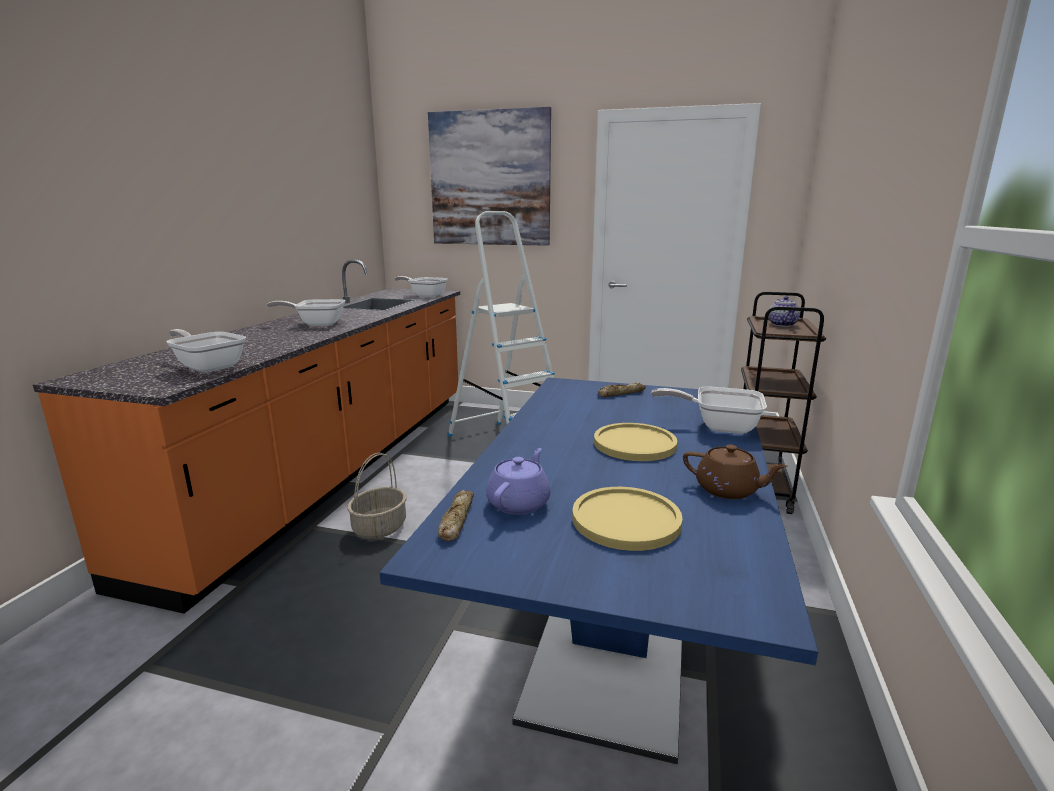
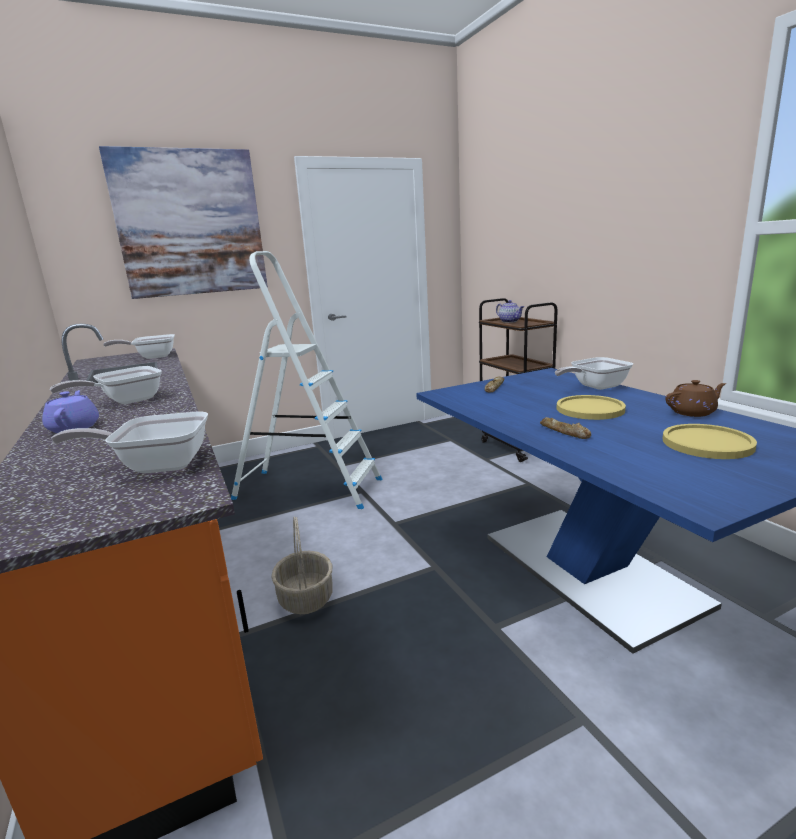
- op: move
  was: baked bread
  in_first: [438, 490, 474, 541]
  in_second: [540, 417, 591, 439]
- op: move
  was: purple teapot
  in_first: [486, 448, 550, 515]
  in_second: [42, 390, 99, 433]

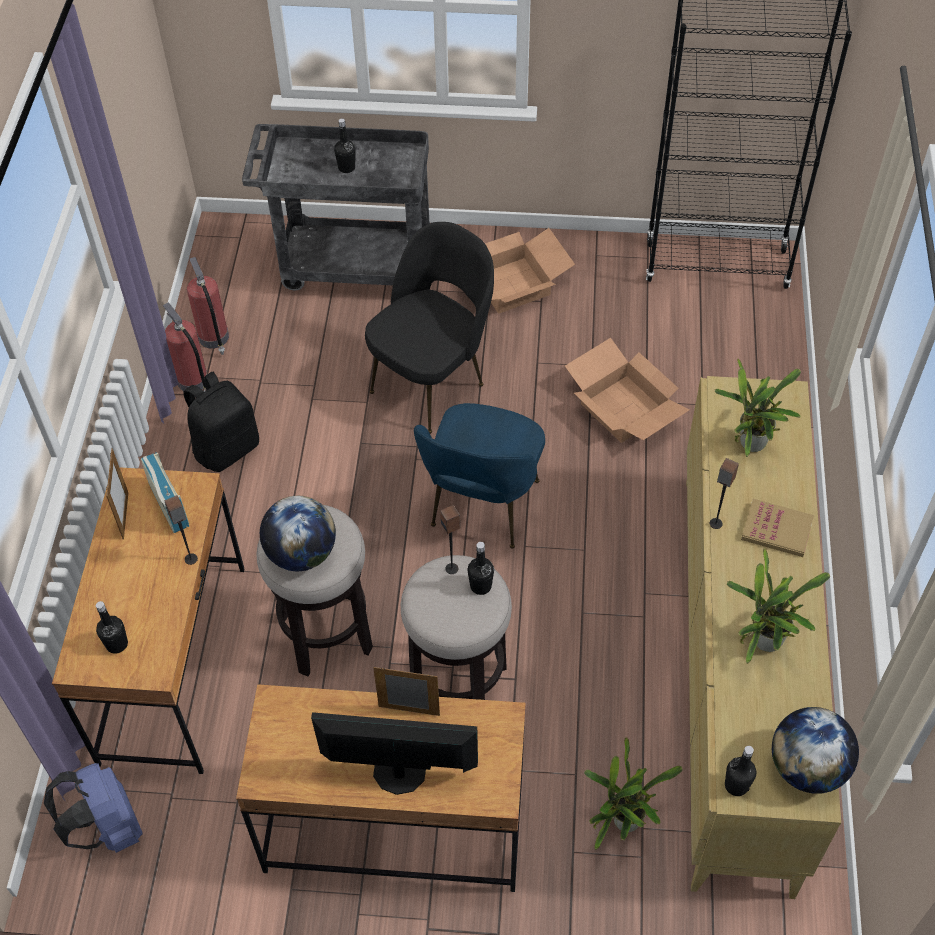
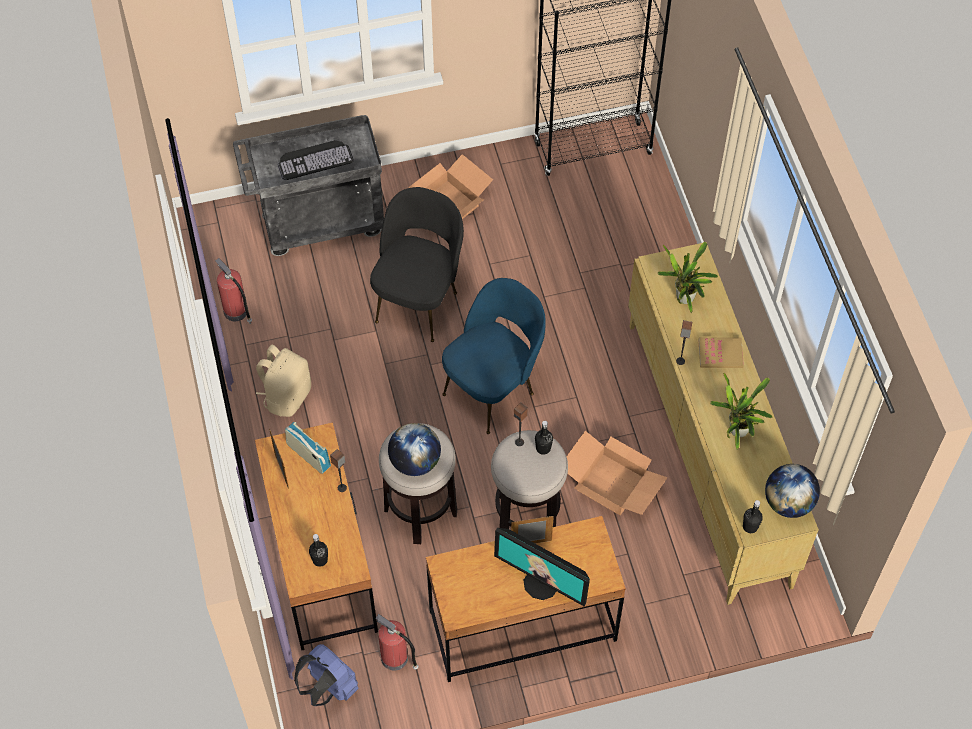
- op: move
  was: fire extinguisher
  in_first: [163, 302, 207, 392]
  in_second: [375, 614, 418, 671]
- op: recolor
  was: black-coloured rucksack
  now: sand-coloured rucksack
  in_first: [183, 372, 259, 472]
  in_second: [256, 345, 311, 417]
- op: rotate
  was: monitor
  in_first: [311, 712, 478, 795]
  in_second: [494, 528, 590, 606]
  clockwise: -135
- op: replace
  was: black-coloured bottle
  now: keyboard
  in_first: [334, 119, 355, 173]
  in_second: [278, 140, 354, 180]
- op: rotate
  was: bluish plain chair
  in_first: [414, 403, 545, 549]
  in_second: [442, 278, 546, 434]
  clockwise: -135
- op: move
  was: cardboard box
  in_first: [565, 338, 690, 443]
  in_second: [566, 431, 668, 515]
- op: delete
  was: potted plant
  in_first: [584, 737, 683, 850]

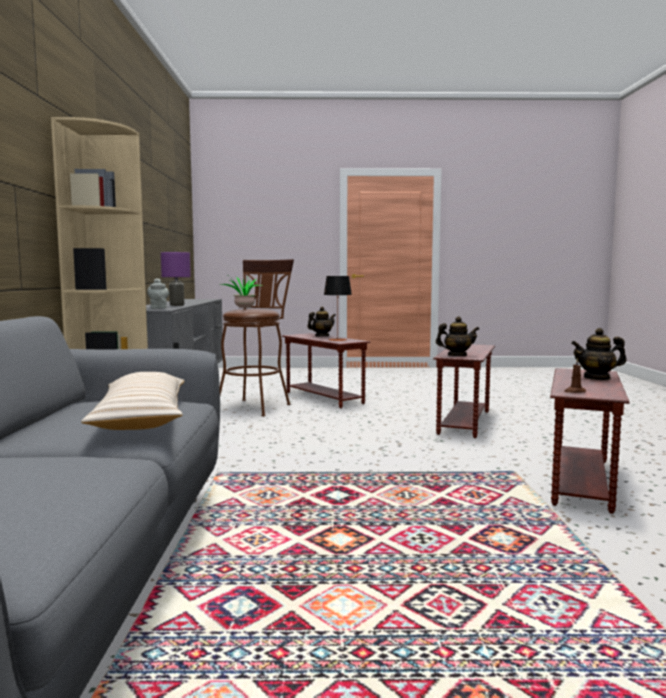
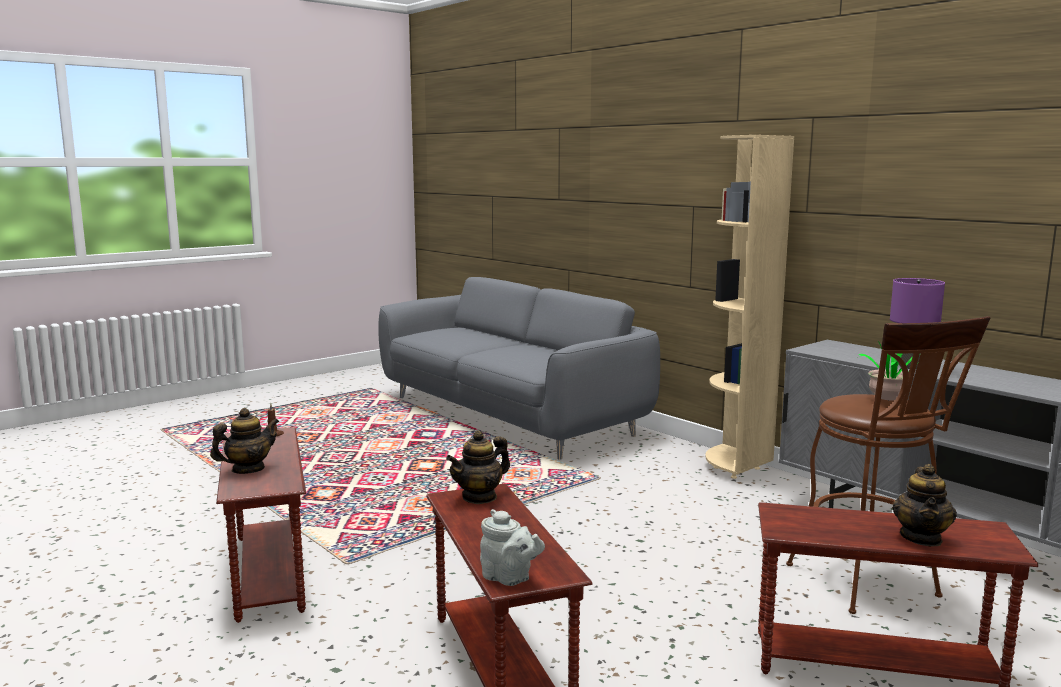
- op: delete
  was: sand-coloured pillow
  in_first: [81, 372, 184, 430]
- op: move
  was: grey teapot
  in_first: [147, 278, 169, 309]
  in_second: [480, 509, 545, 586]
- op: delete
  was: table lamp
  in_first: [324, 276, 352, 341]

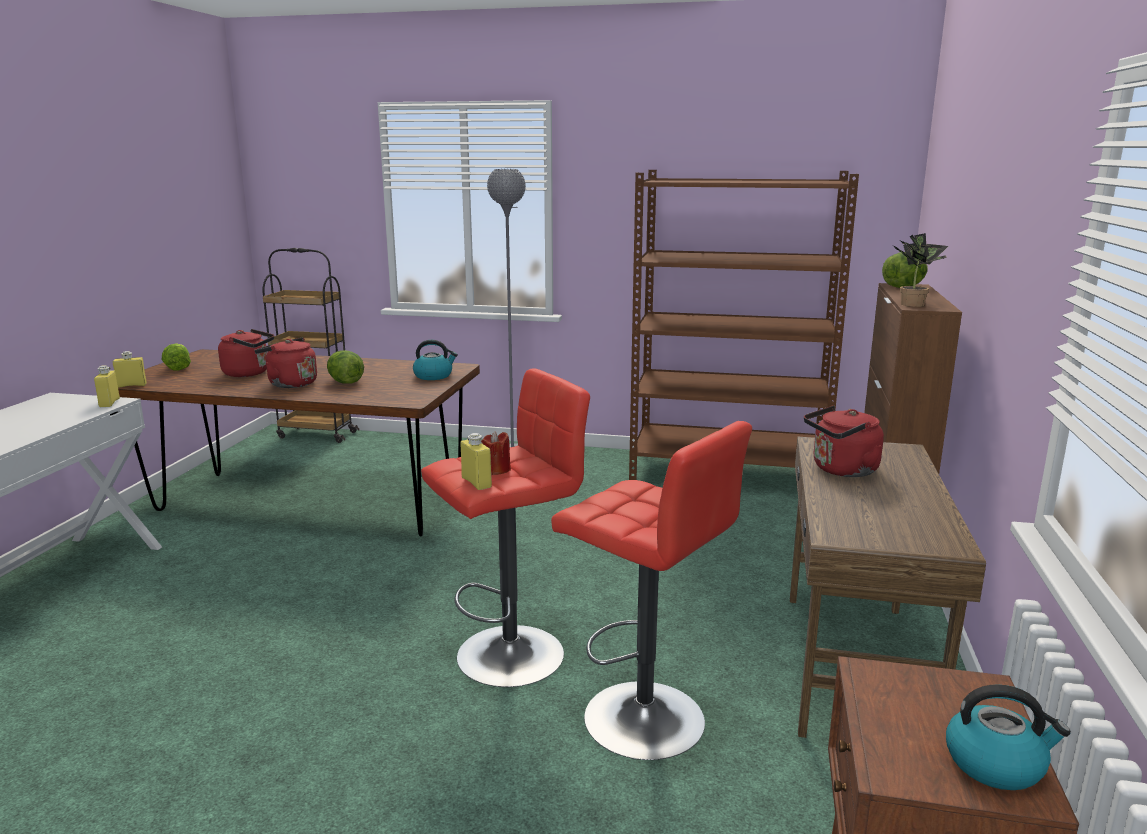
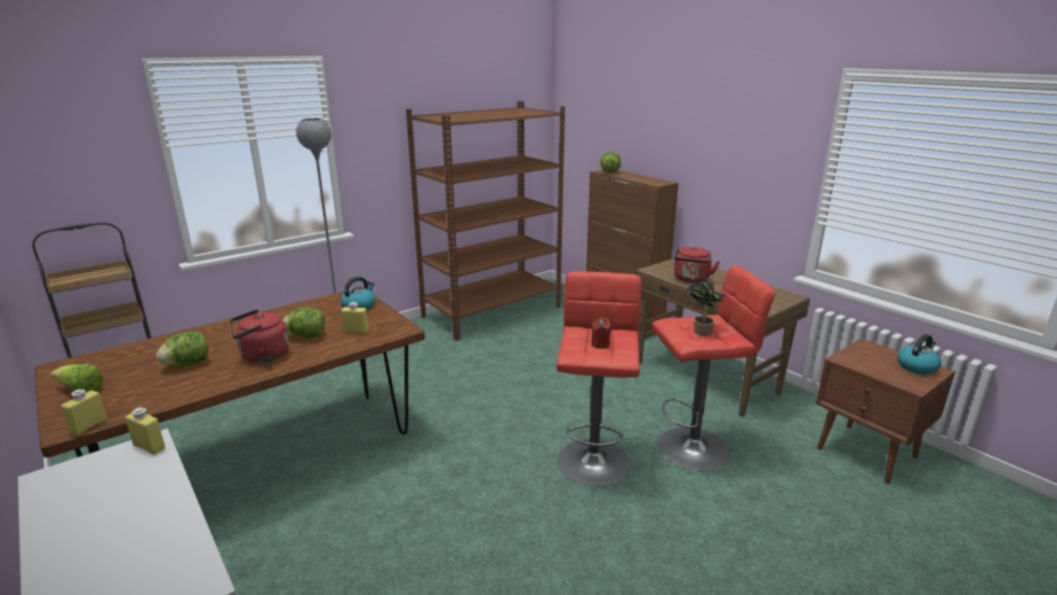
- op: replace
  was: red water kettle
  now: lettuce head
  in_first: [218, 329, 274, 377]
  in_second: [156, 331, 209, 367]
- op: move
  was: yellow bottle
  in_first: [461, 433, 492, 490]
  in_second: [341, 302, 369, 334]
- op: move
  was: potted plant
  in_first: [894, 233, 948, 307]
  in_second: [687, 280, 726, 336]

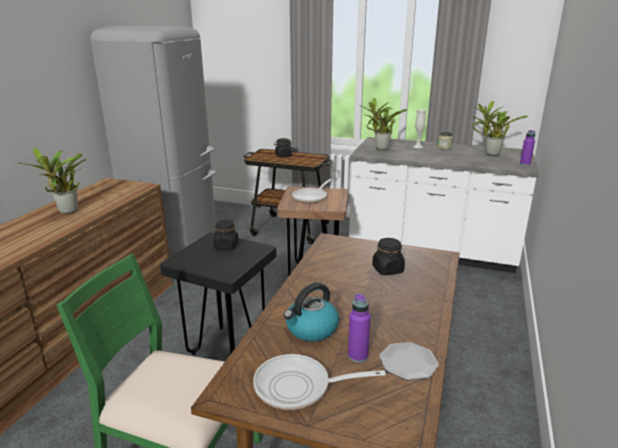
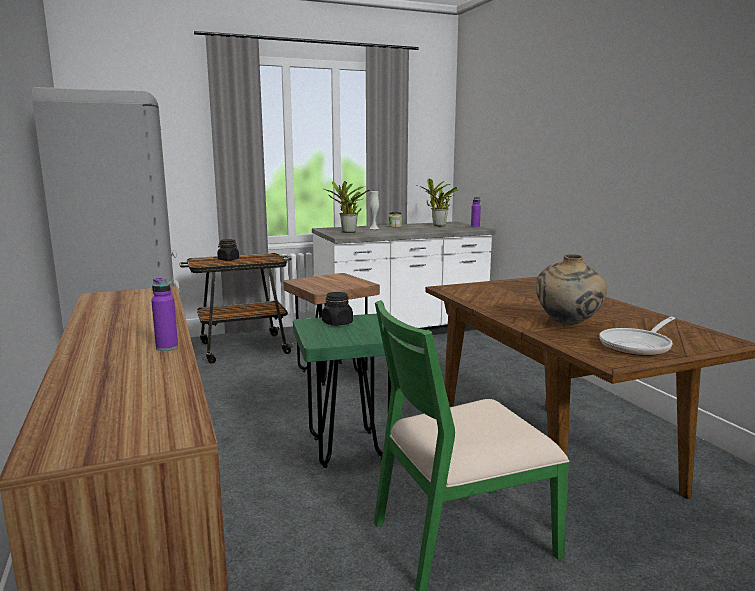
- op: delete
  was: potted plant
  in_first: [18, 148, 86, 214]
- op: recolor
  was: black-coloured stool
  now: greenish stool
  in_first: [160, 232, 276, 355]
  in_second: [293, 314, 408, 468]
- op: replace
  was: water kettle
  now: sand-coloured flower vase
  in_first: [284, 283, 339, 341]
  in_second: [536, 254, 607, 325]
- op: delete
  was: frying pan
  in_first: [292, 179, 332, 203]
- op: move
  was: purple bottle
  in_first: [348, 294, 371, 363]
  in_second: [151, 278, 178, 351]
- op: delete
  was: black-coloured jar
  in_first: [372, 238, 405, 275]
- op: delete
  was: dinner plate
  in_first: [379, 342, 439, 380]

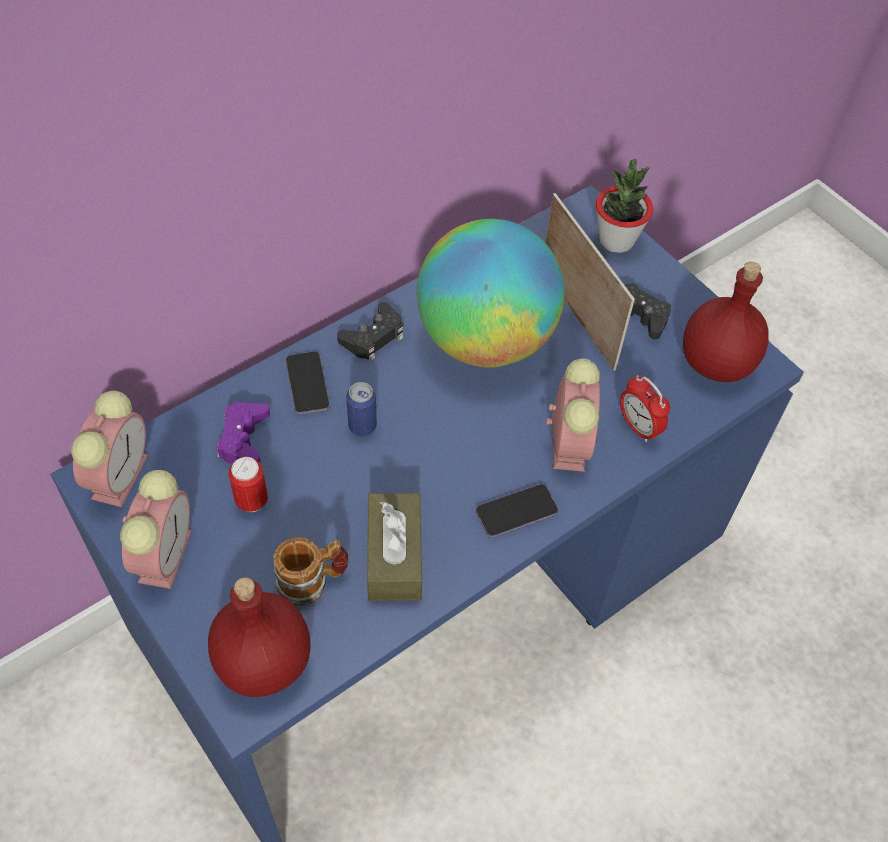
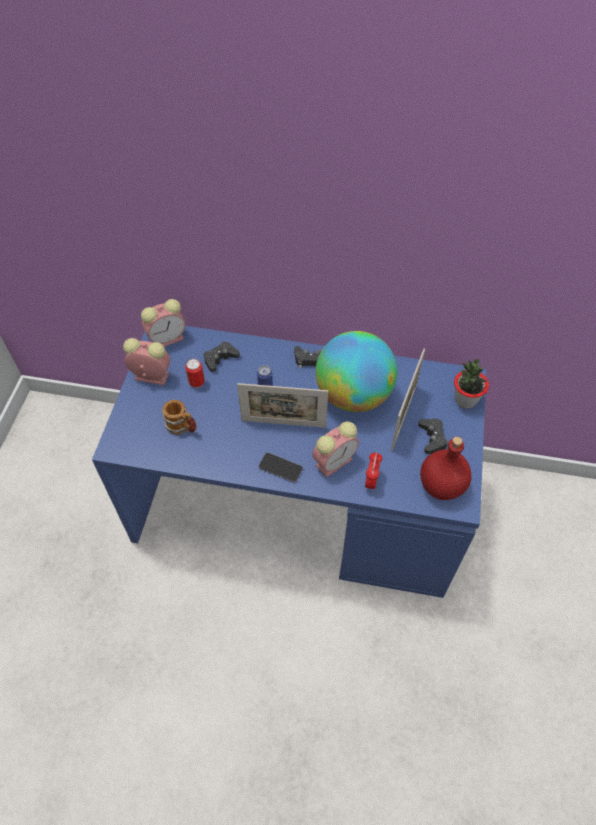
- op: rotate
  was: table clock
  in_first: [120, 470, 192, 589]
  in_second: [123, 338, 170, 385]
  clockwise: -135
- op: delete
  was: red bottle
  in_first: [208, 577, 311, 697]
- op: recolor
  was: purple game controller
  now: black-coloured game controller
  in_first: [216, 402, 270, 464]
  in_second: [204, 341, 240, 372]
- op: delete
  was: handset
  in_first: [286, 351, 330, 414]
- op: delete
  was: brown tissue box
  in_first: [367, 493, 422, 601]
- op: insert
  now: photo frame
  in_second: [237, 383, 328, 428]

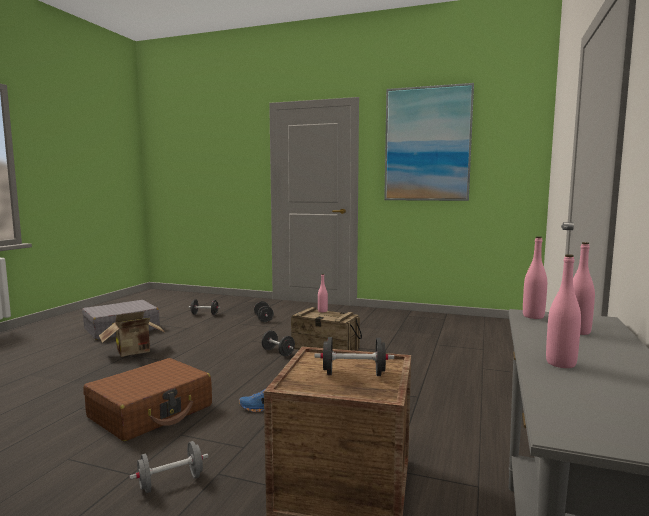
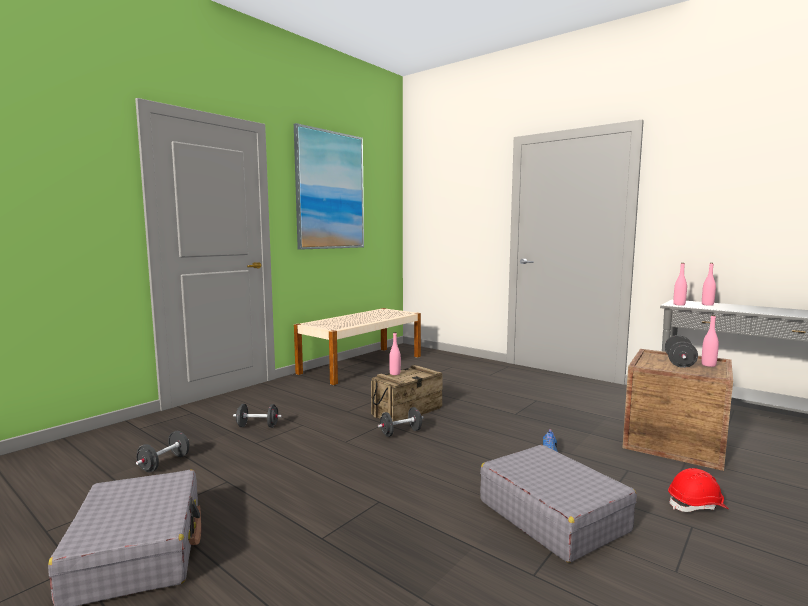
- op: recolor
  was: brown suitcase
  now: grey suitcase
  in_first: [83, 358, 212, 441]
  in_second: [480, 445, 637, 563]
- op: delete
  was: cardboard box
  in_first: [99, 311, 166, 357]
- op: replace
  was: grey free weight
  now: red safety helmet
  in_first: [130, 441, 208, 493]
  in_second: [668, 468, 729, 512]
- op: move
  was: pink bottle
  in_first: [546, 254, 581, 368]
  in_second: [701, 315, 719, 367]
- op: insert
  now: sand-coloured indoor bench
  in_second: [294, 308, 421, 385]

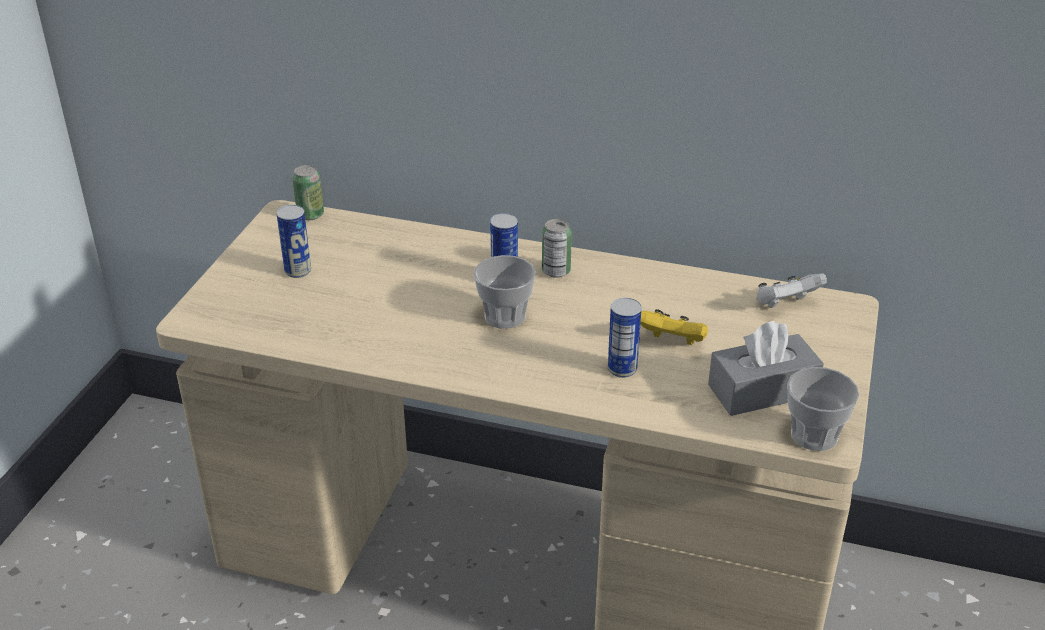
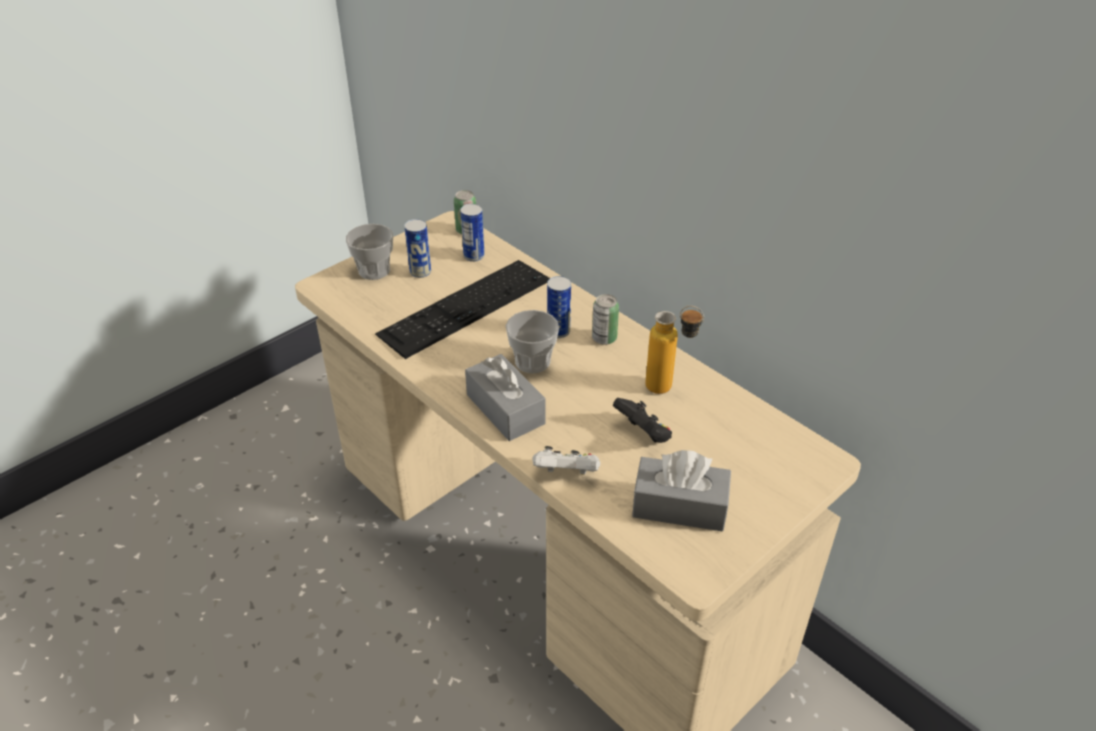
- op: move
  was: metal can
  in_first: [608, 298, 642, 378]
  in_second: [460, 204, 485, 262]
- op: recolor
  was: yellow game controller
  now: black-coloured game controller
  in_first: [640, 309, 708, 345]
  in_second: [613, 398, 672, 443]
- op: move
  was: white game controller
  in_first: [756, 273, 827, 308]
  in_second: [532, 446, 600, 475]
- op: move
  was: cup
  in_first: [787, 367, 859, 451]
  in_second: [346, 224, 393, 280]
- op: insert
  now: keyboard
  in_second: [375, 260, 550, 359]
- op: insert
  now: grey tissue box
  in_second: [465, 354, 546, 441]
- op: insert
  now: bottle
  in_second: [645, 306, 704, 394]

